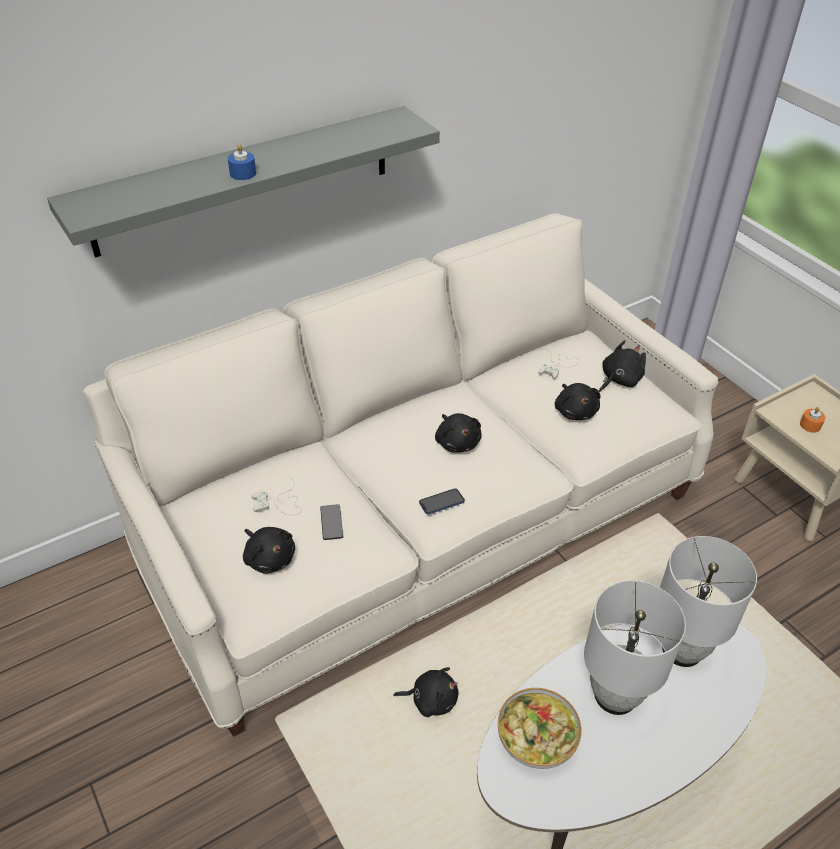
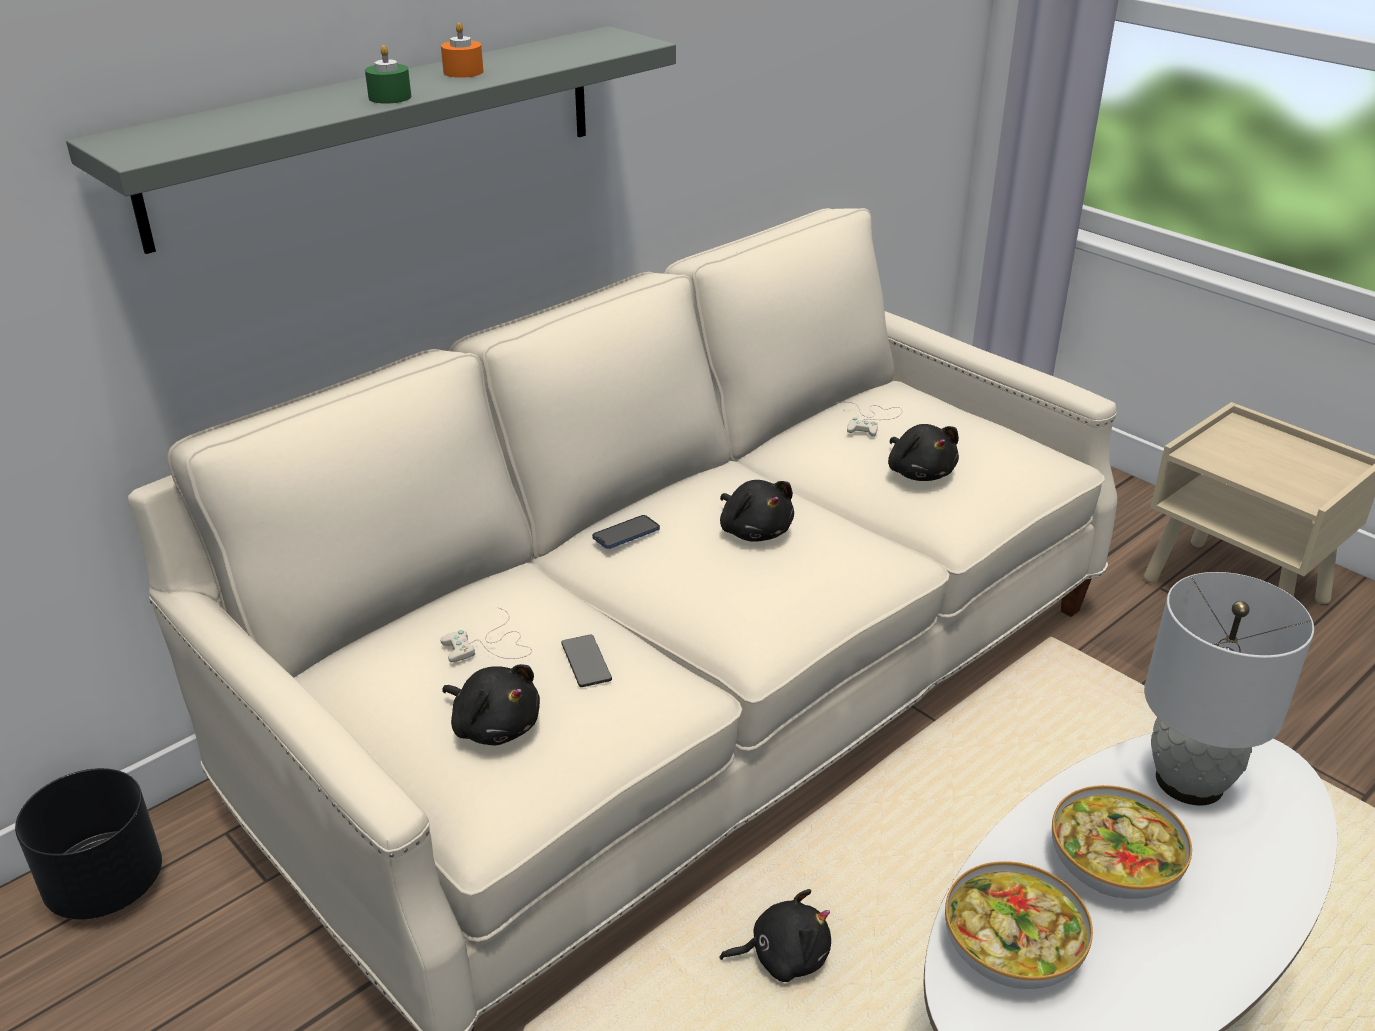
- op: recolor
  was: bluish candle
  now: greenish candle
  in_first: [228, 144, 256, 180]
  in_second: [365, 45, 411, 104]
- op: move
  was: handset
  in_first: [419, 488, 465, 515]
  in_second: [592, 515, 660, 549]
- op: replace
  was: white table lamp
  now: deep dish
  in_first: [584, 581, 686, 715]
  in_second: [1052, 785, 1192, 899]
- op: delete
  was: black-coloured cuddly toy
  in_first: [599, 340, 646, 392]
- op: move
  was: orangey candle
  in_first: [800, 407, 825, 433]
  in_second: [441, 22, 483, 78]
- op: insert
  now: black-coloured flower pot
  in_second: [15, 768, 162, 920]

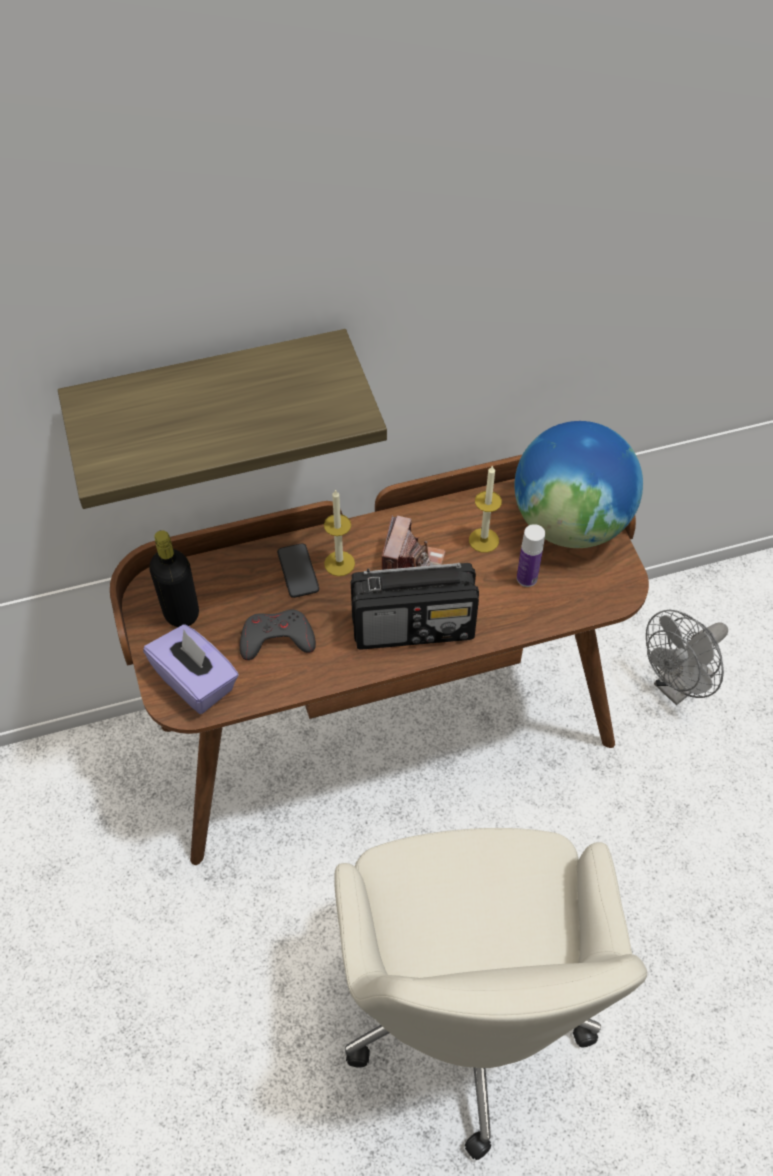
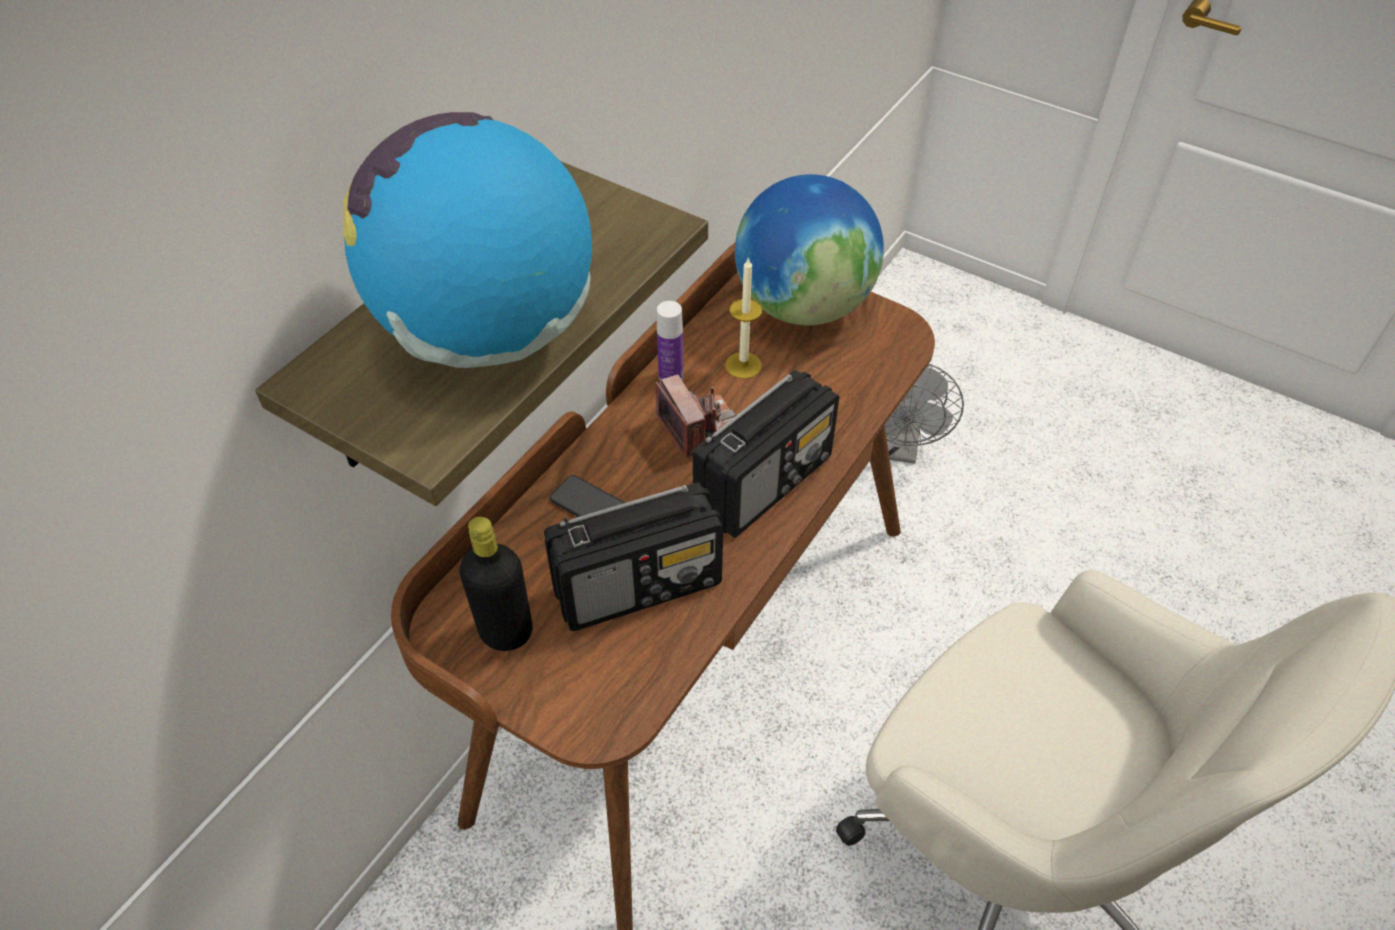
- op: delete
  was: purple tissue box
  in_first: [143, 624, 239, 714]
- op: replace
  was: grey game controller
  now: radio receiver
  in_first: [240, 610, 316, 660]
  in_second: [544, 483, 723, 631]
- op: delete
  was: candle
  in_first: [324, 489, 355, 576]
- op: move
  was: bottle
  in_first: [517, 524, 545, 587]
  in_second: [657, 301, 683, 381]
- op: insert
  now: desk globe
  in_second: [343, 112, 592, 368]

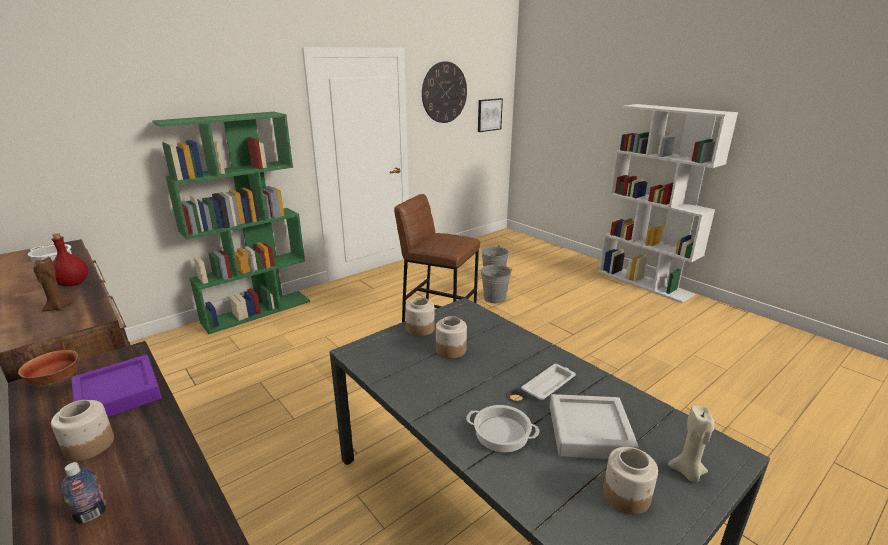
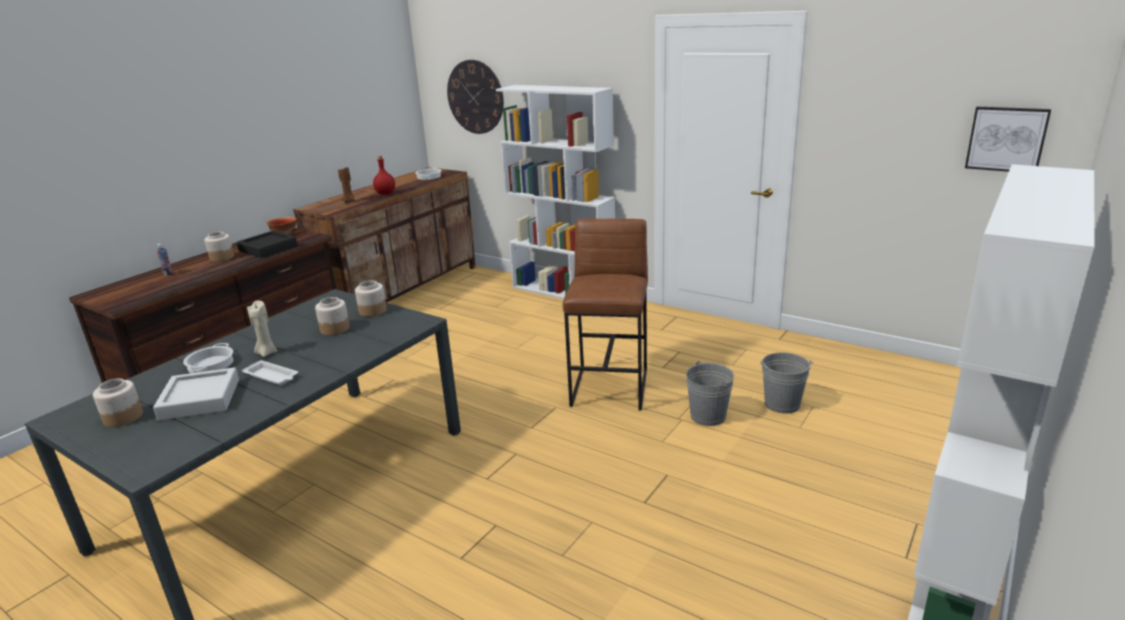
- op: recolor
  was: purple carrying tray
  now: black-coloured carrying tray
  in_first: [71, 355, 162, 417]
  in_second: [236, 231, 298, 258]
- op: recolor
  was: greenish bookcase
  now: white bookcase
  in_first: [152, 112, 310, 334]
  in_second: [496, 85, 615, 299]
- op: move
  was: clock on the wall
  in_first: [422, 62, 467, 123]
  in_second: [447, 60, 504, 134]
- op: move
  was: sand-coloured candle
  in_first: [668, 406, 715, 482]
  in_second: [247, 301, 277, 357]

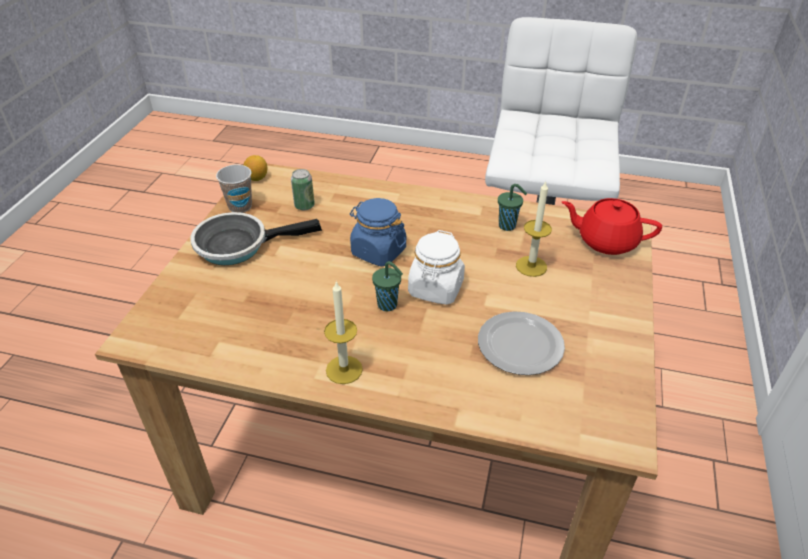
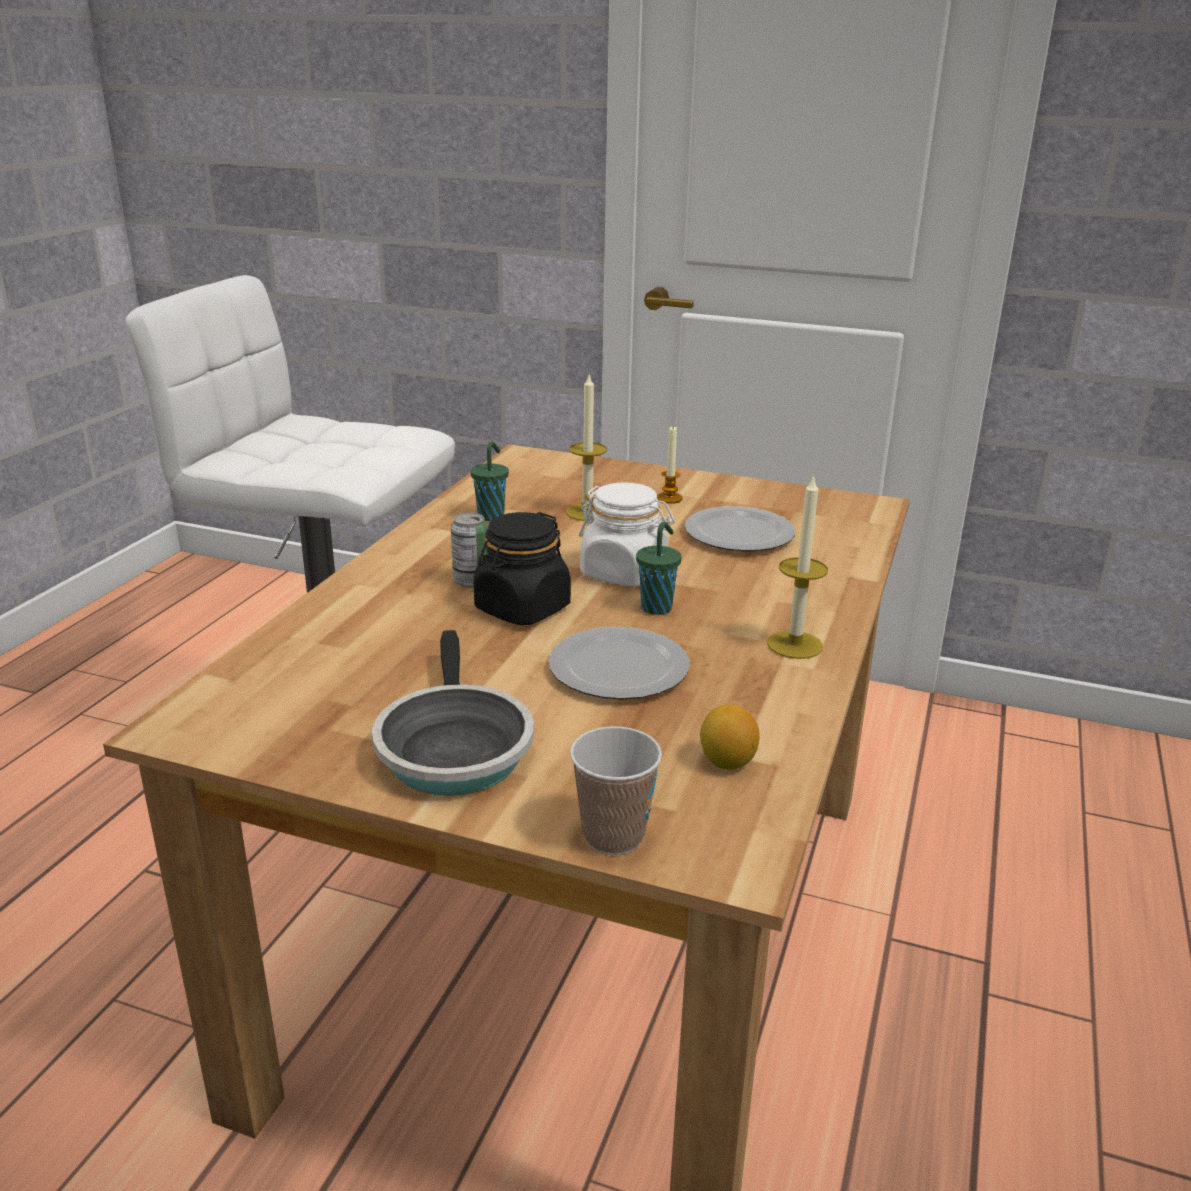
- op: move
  was: cup
  in_first: [216, 165, 252, 213]
  in_second: [570, 726, 662, 855]
- op: move
  was: lemon
  in_first: [243, 155, 267, 181]
  in_second: [700, 705, 760, 770]
- op: move
  was: metal can
  in_first: [291, 169, 315, 210]
  in_second: [451, 512, 488, 588]
- op: recolor
  was: bluish jar
  now: black-coloured jar
  in_first: [350, 198, 406, 266]
  in_second: [473, 512, 571, 625]
- op: delete
  was: red teapot
  in_first: [562, 198, 662, 255]
- op: insert
  now: dinner plate
  in_second: [549, 627, 690, 699]
- op: insert
  now: candle
  in_second: [657, 427, 683, 504]

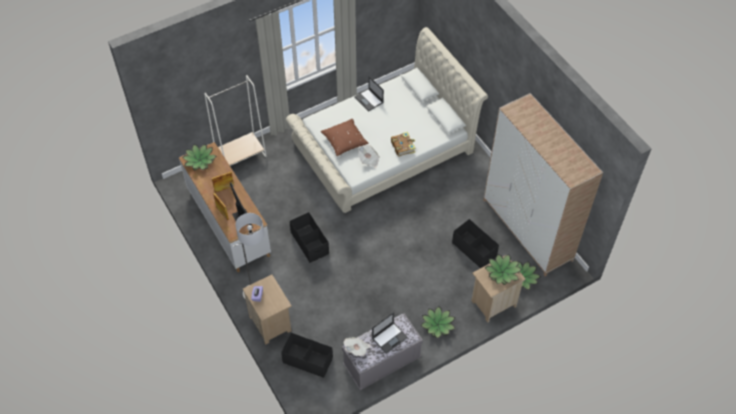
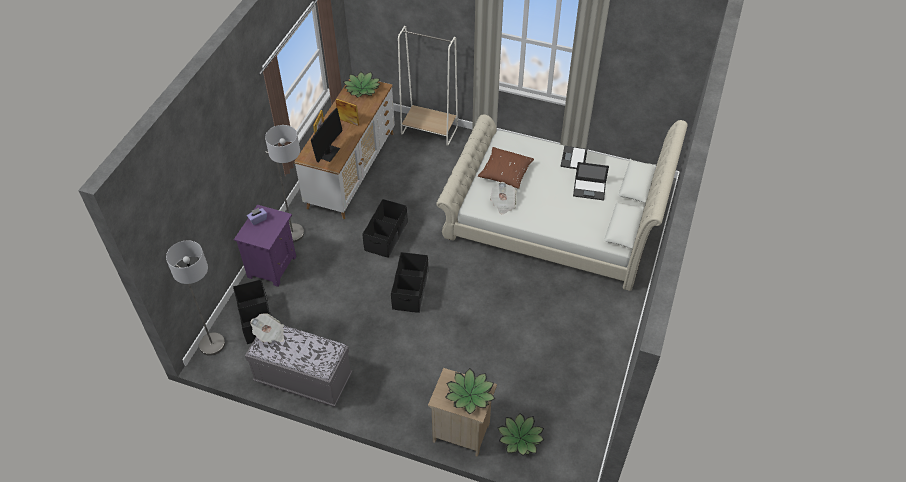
- op: recolor
  was: sand-coloured nightstand
  now: purple nightstand
  in_first: [243, 275, 292, 345]
  in_second: [234, 205, 296, 286]
- op: move
  was: laptop
  in_first: [372, 312, 408, 354]
  in_second: [573, 162, 609, 200]
- op: delete
  was: book
  in_first: [391, 132, 415, 156]
- op: delete
  was: potted plant
  in_first: [421, 306, 455, 338]
- op: move
  was: black-coloured storage bin
  in_first: [452, 219, 499, 268]
  in_second: [391, 252, 428, 313]
- op: delete
  was: white clothes cupboard
  in_first: [483, 93, 603, 276]
- op: insert
  now: grey standing lamp
  in_second: [166, 240, 225, 356]

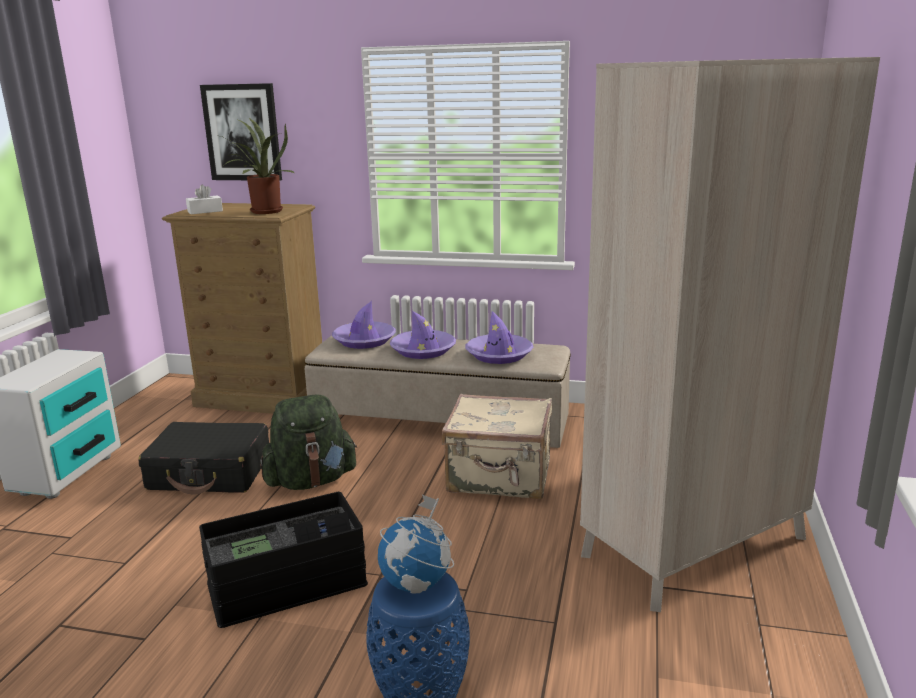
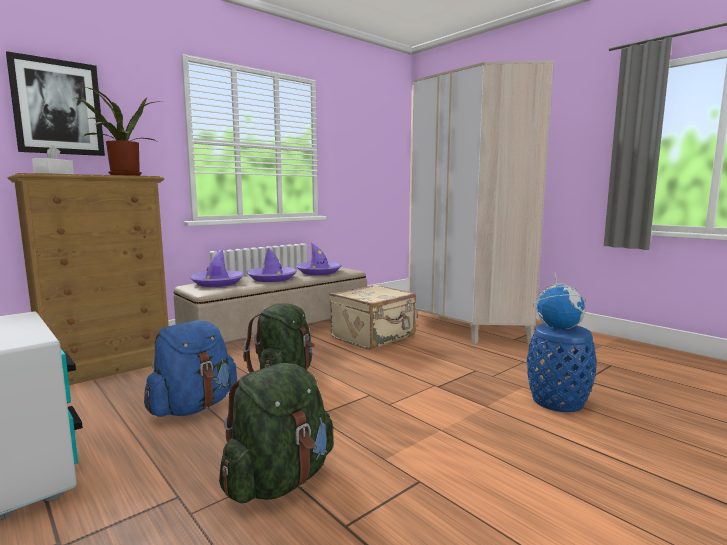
- op: replace
  was: black-coloured suitcase
  now: bluish rucksack
  in_first: [138, 422, 269, 494]
  in_second: [144, 320, 237, 417]
- op: delete
  was: black-coloured storage bin
  in_first: [199, 492, 368, 628]
- op: insert
  now: greenish rucksack
  in_second: [219, 363, 333, 503]

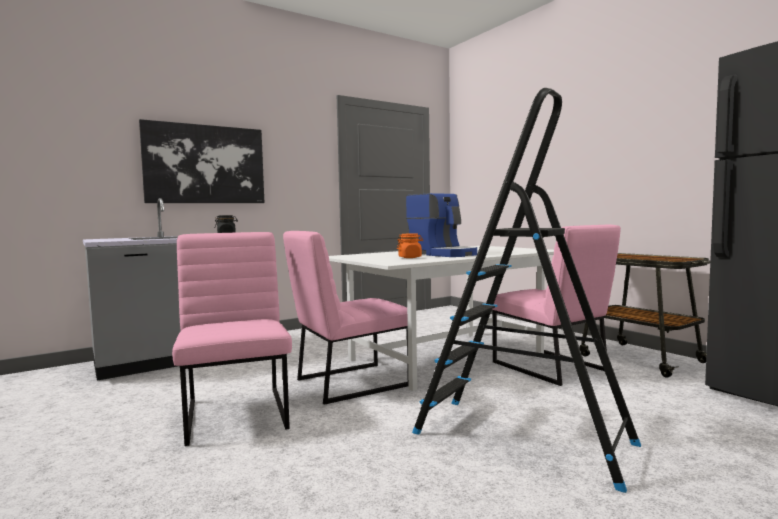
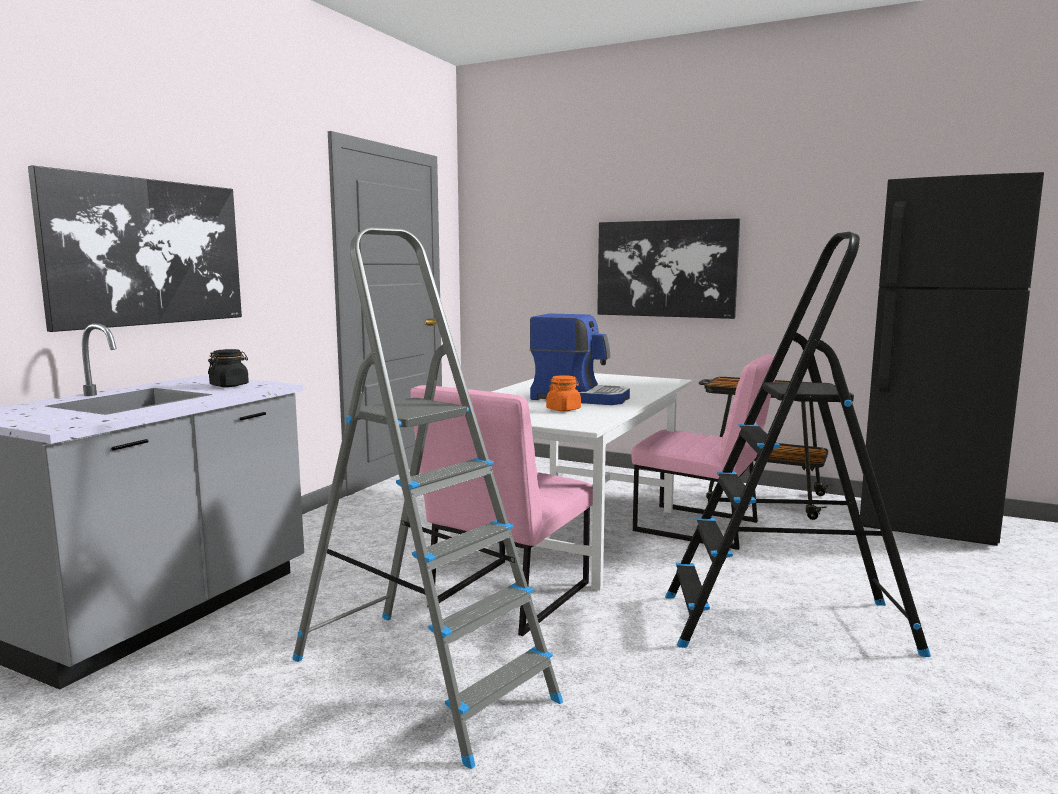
- op: replace
  was: pink plain chair
  now: grey stepladder
  in_first: [172, 232, 292, 446]
  in_second: [292, 227, 563, 769]
- op: insert
  now: wall art
  in_second: [597, 218, 740, 319]

